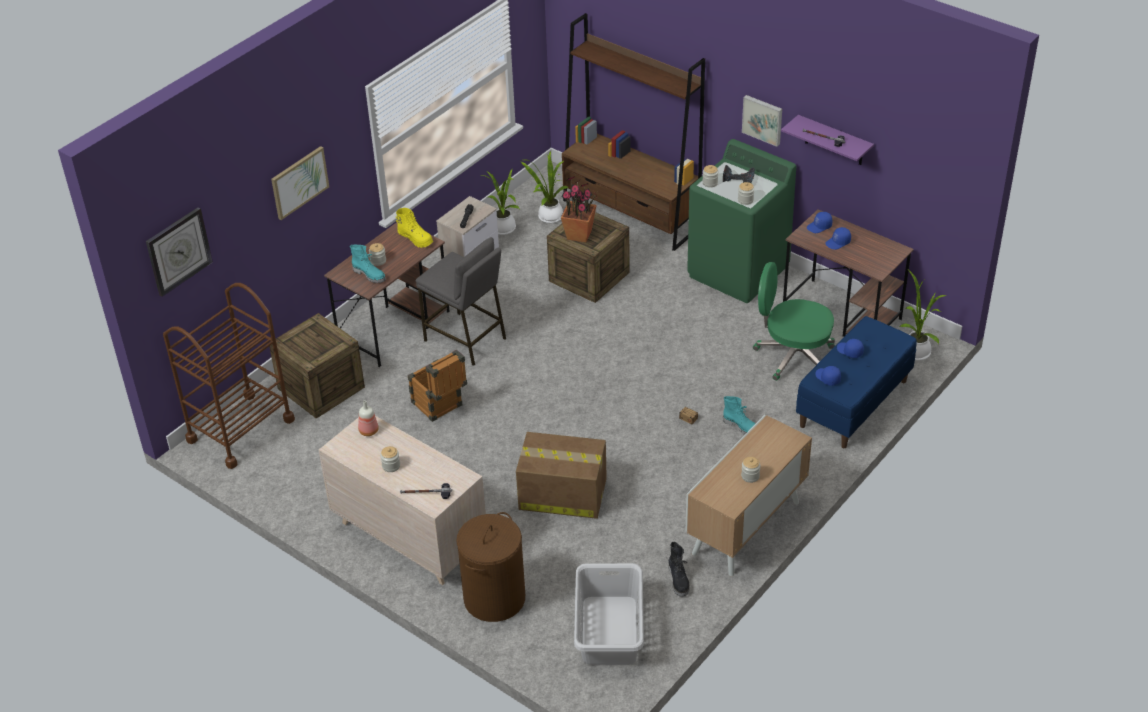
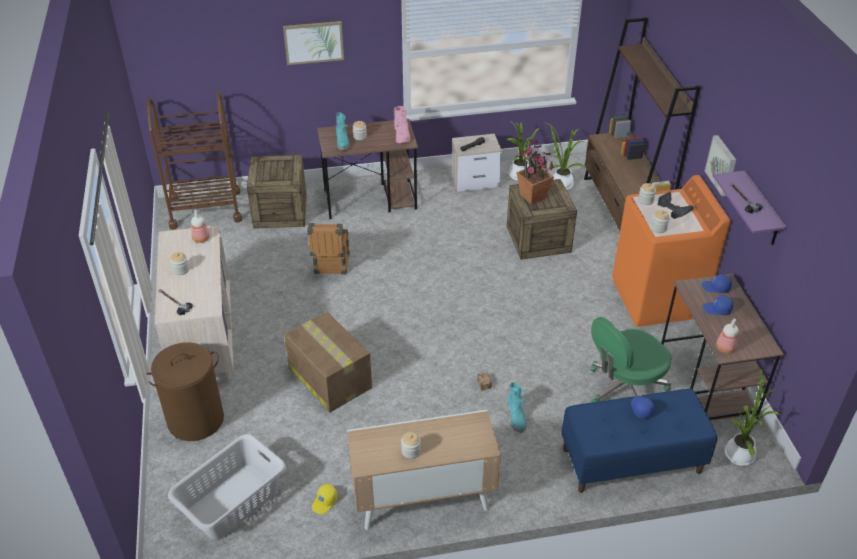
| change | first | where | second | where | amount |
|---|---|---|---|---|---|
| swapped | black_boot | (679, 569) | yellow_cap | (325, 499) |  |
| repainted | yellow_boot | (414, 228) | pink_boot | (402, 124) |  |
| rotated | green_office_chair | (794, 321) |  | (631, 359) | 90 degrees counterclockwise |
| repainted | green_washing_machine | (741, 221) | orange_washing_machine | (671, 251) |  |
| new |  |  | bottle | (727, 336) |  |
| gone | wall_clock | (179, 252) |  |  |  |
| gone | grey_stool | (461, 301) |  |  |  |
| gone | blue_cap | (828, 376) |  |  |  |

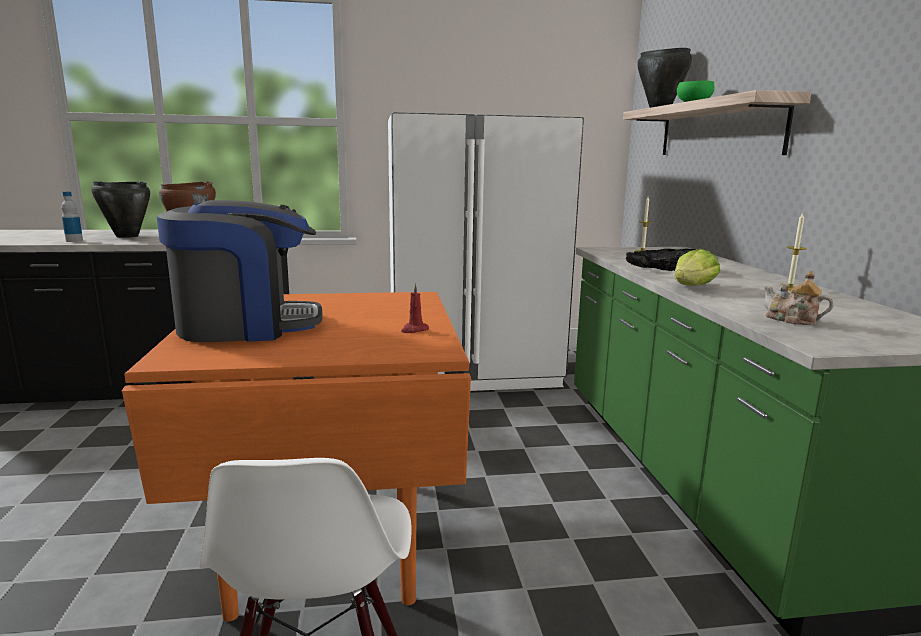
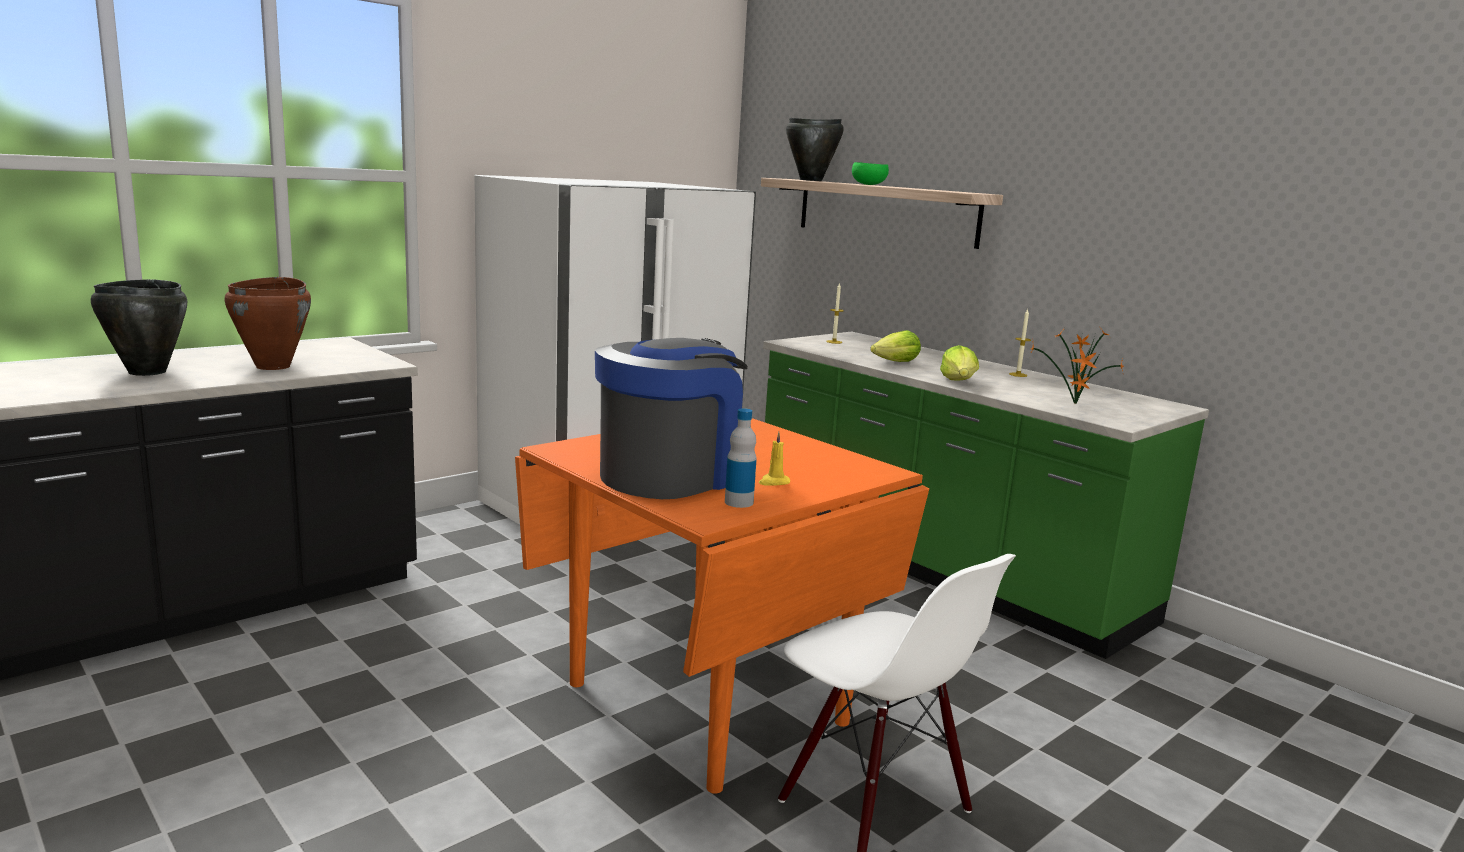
| change | first | where | second | where | amount |
|---|---|---|---|---|---|
| shifted | bottle | (72, 216) |  | (741, 458) |  |
| new |  |  | yellow_candle | (774, 459) |  |
| swapped | black_bowl | (661, 260) | lettuce | (895, 346) |  |
| swapped | teapot | (798, 298) | potted_plant | (1077, 365) |  |
| gone | red_candle | (415, 308) |  |  |  |

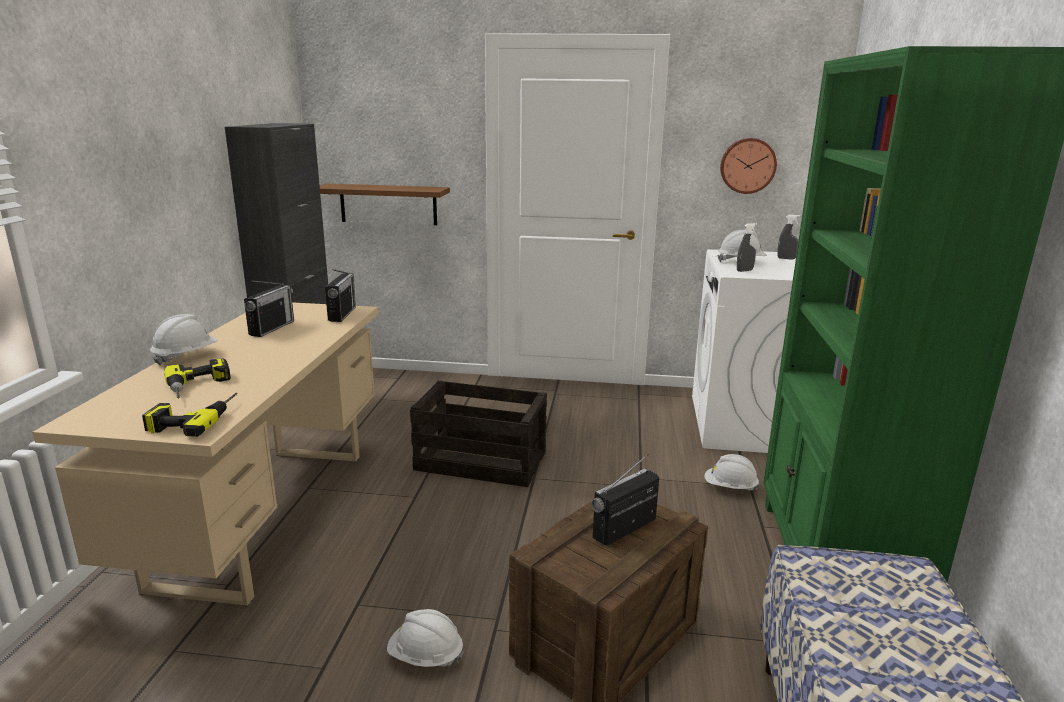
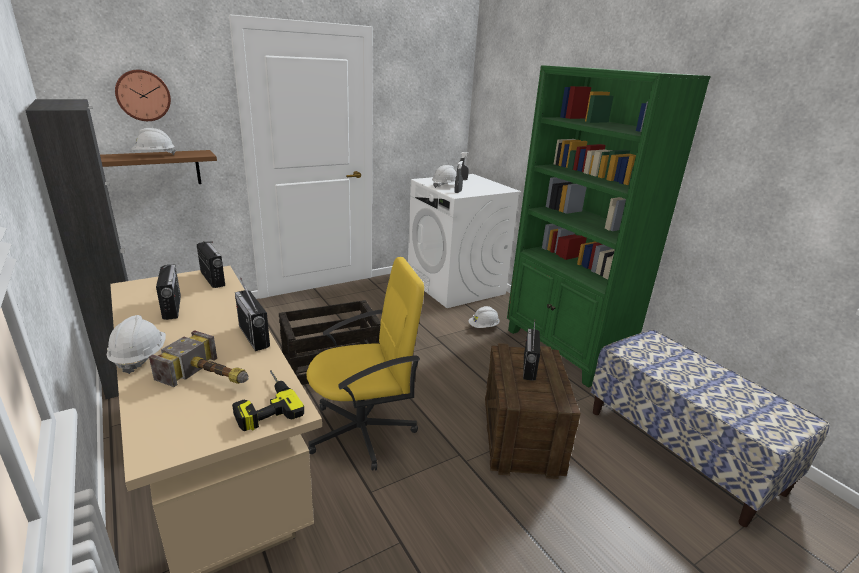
| change | first | where | second | where | amount |
|---|---|---|---|---|---|
| shifted | wall_clock | (748, 166) |  | (143, 95) |  |
| shifted | white_hard_hat | (425, 638) |  | (153, 141) |  |
| swapped | power_drill | (197, 378) | hammer | (199, 358) |  |
| new |  |  | radio | (252, 314) |  |
| new |  |  | yellow_office_chair | (365, 363) |  |

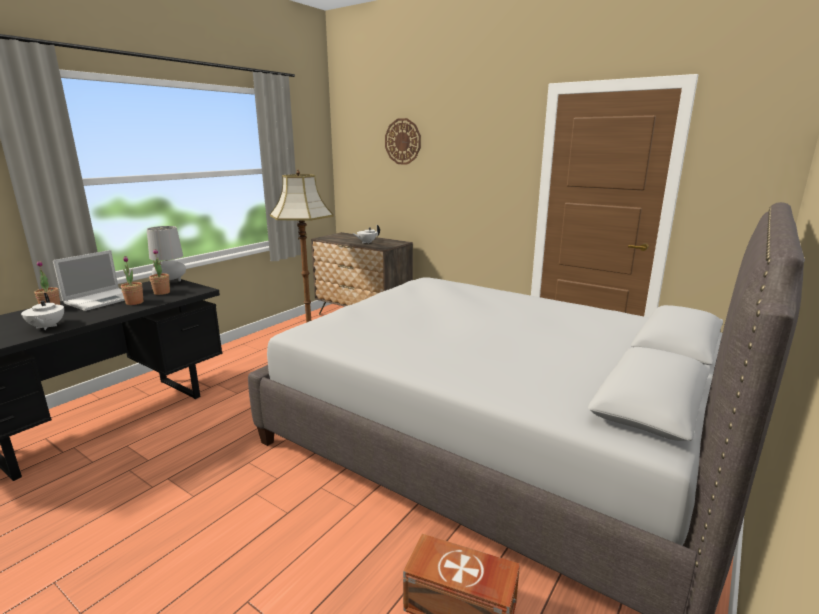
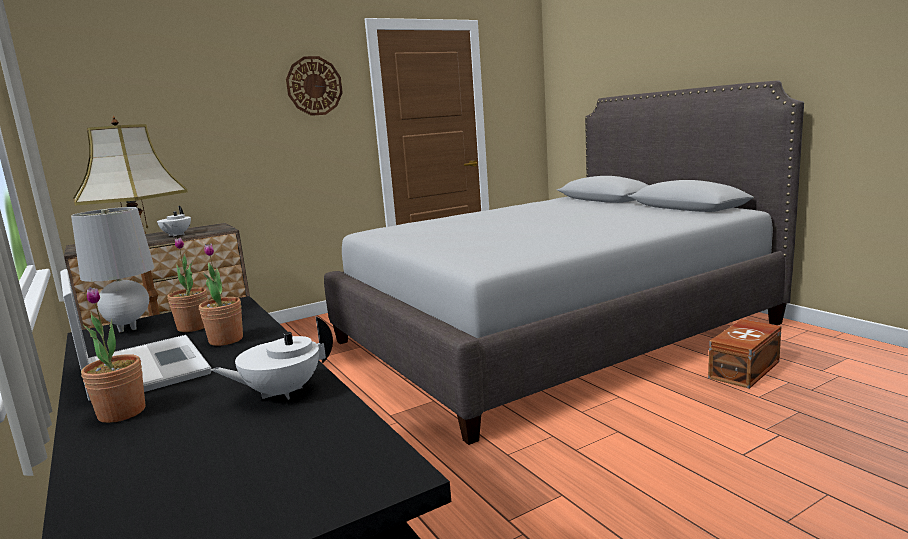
| change | first | where | second | where | amount |
|---|---|---|---|---|---|
| rotated | white_teapot | (42, 311) |  | (272, 358) | 150 degrees clockwise |
| shifted | wall_clock | (403, 141) |  | (314, 86) |  |

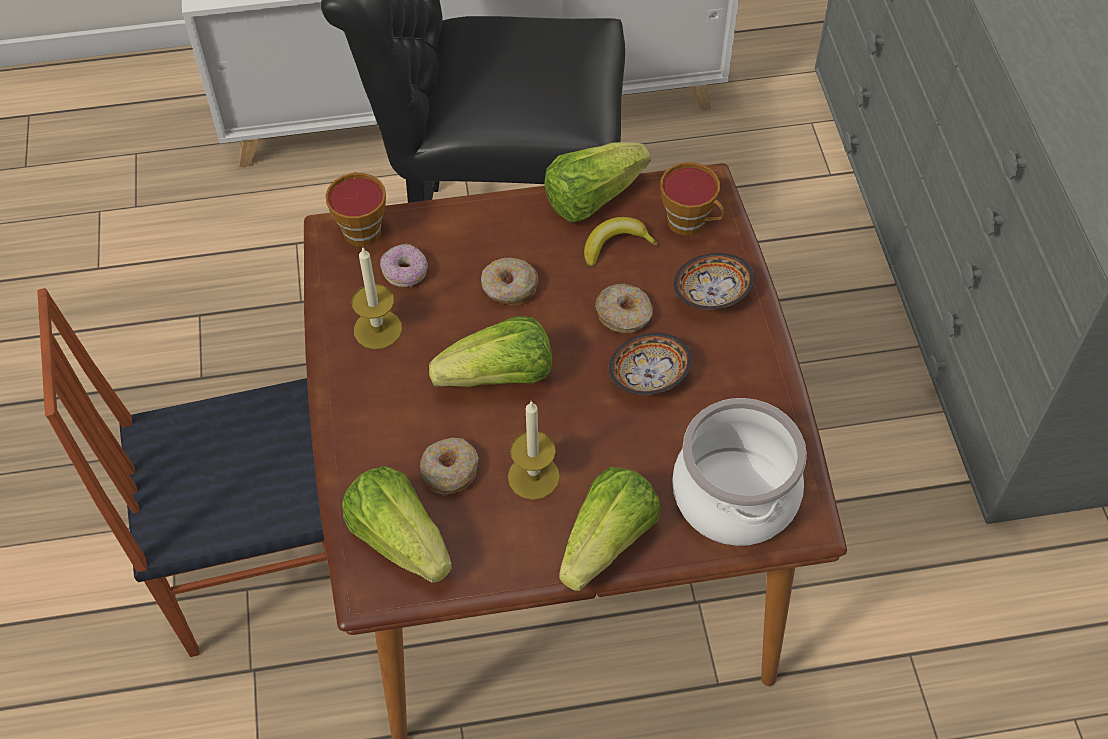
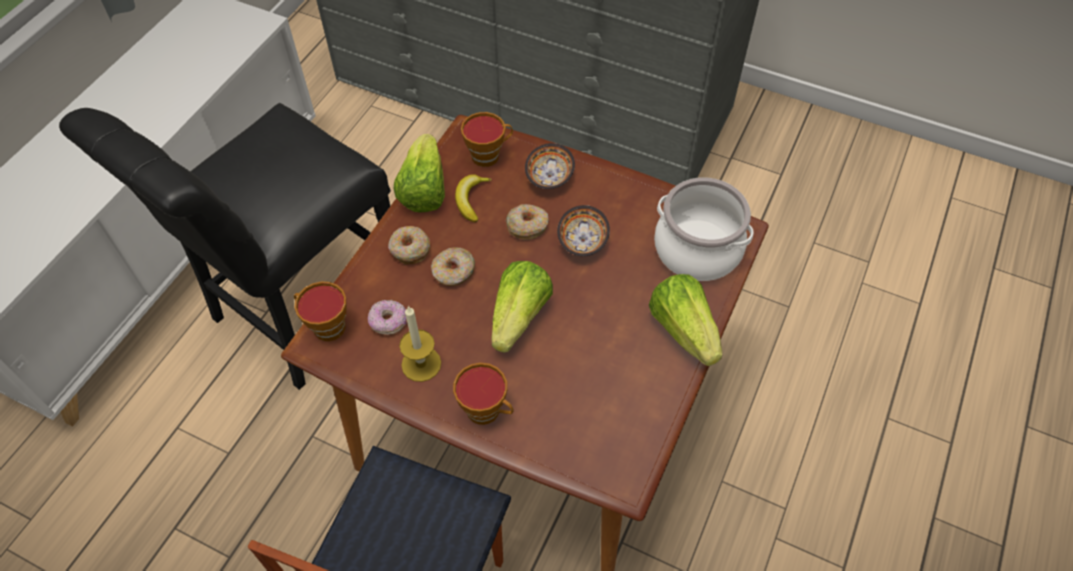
| change | first | where | second | where | amount |
|---|---|---|---|---|---|
| shifted | donut | (449, 466) |  | (409, 245) |  |
| new |  |  | cup | (483, 394) |  |
| gone | lettuce | (397, 524) |  |  |  |
| gone | candle | (534, 450) |  |  |  |

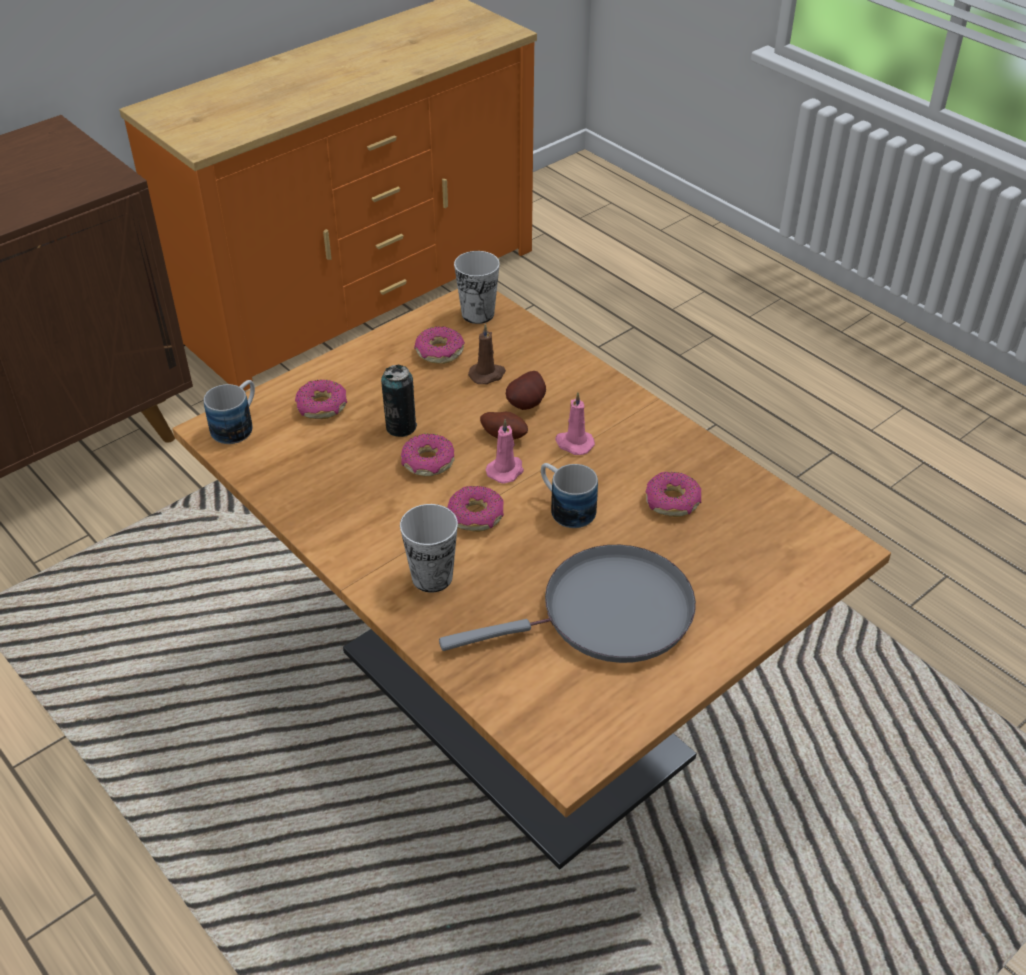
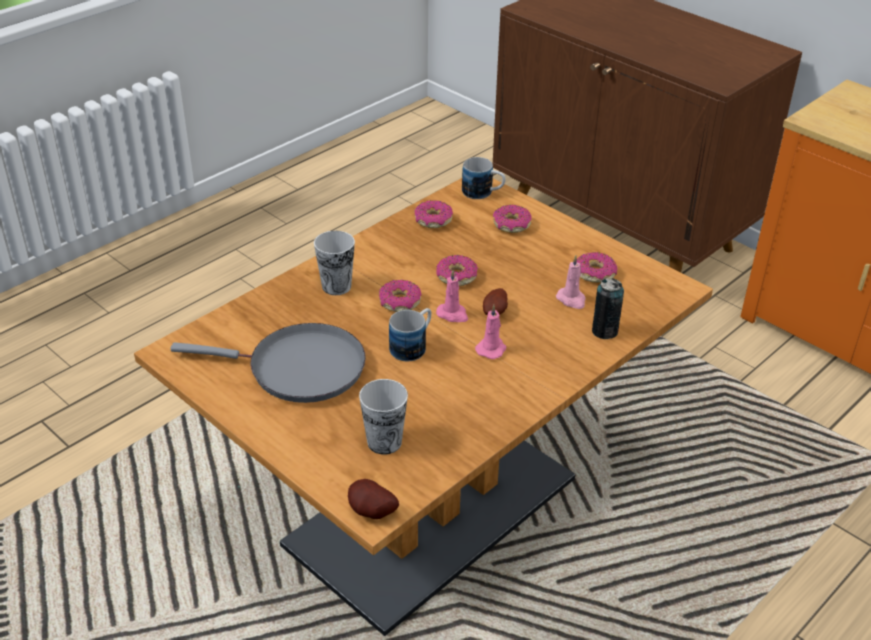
| change | first | where | second | where | amount |
|---|---|---|---|---|---|
| rotated | grey_frying_pan | (567, 604) |  | (268, 363) | 60 degrees counterclockwise |
| shifted | potato | (526, 390) |  | (373, 499) |  |
| shifted | cup | (477, 287) |  | (383, 417) |  |
| shifted | donut | (673, 494) |  | (434, 214) |  |
| repainted | brown_candle | (487, 354) | pink_candle | (571, 282) |  |
| shifted | can | (399, 401) |  | (608, 308) |  |

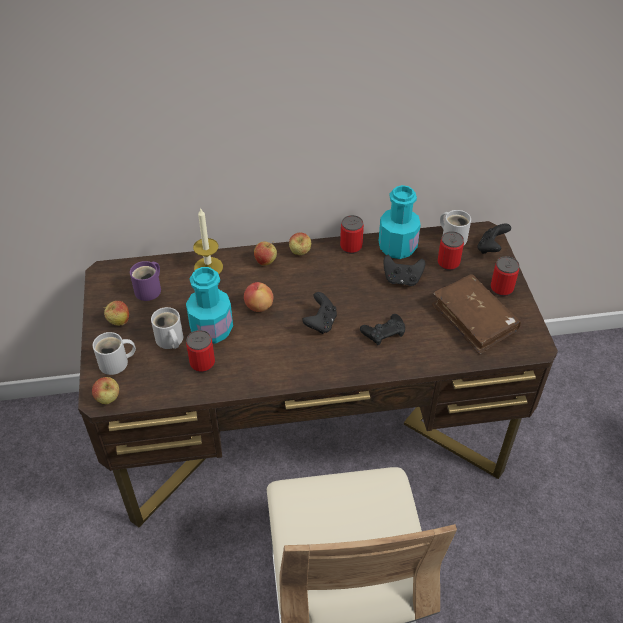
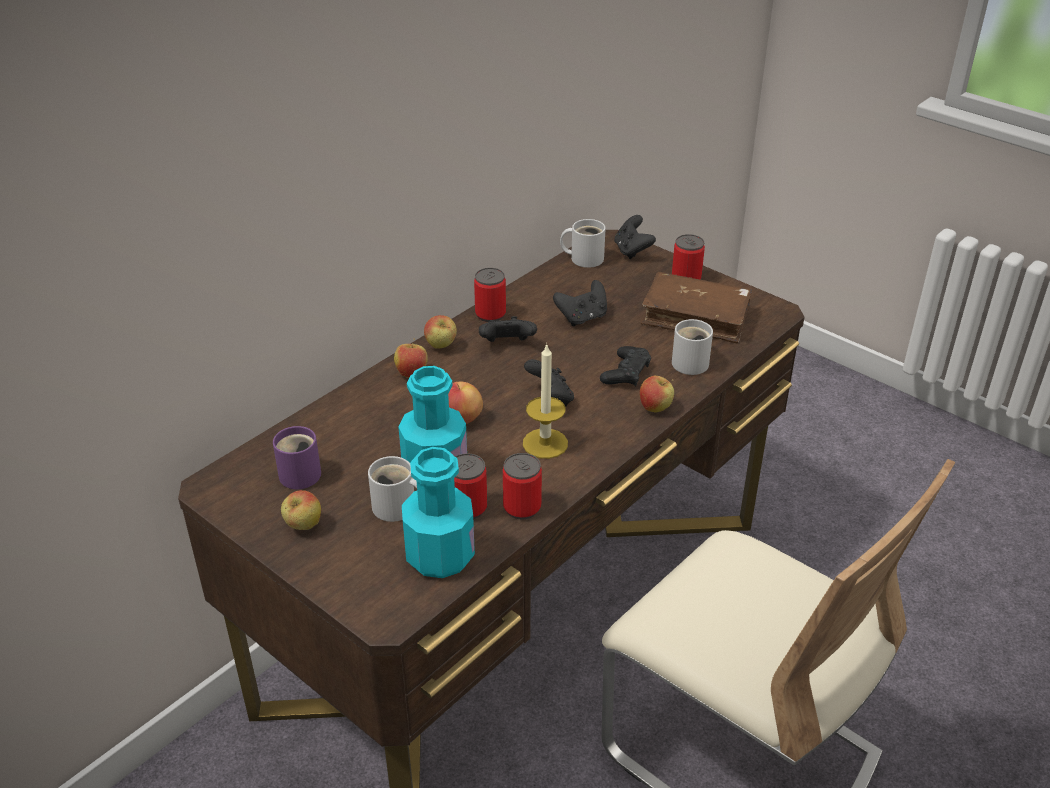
| change | first | where | second | where | amount |
|---|---|---|---|---|---|
| shifted | turquoise_bottle | (400, 222) |  | (438, 512) |  |
| new |  |  | black_game_controller | (508, 329) |  |
| shifted | can | (451, 251) |  | (522, 486) |  |
| shifted | candle | (208, 241) |  | (545, 401) |  |
| shifted | apple | (105, 390) |  | (657, 394) |  |
| shifted | white_mug | (114, 353) |  | (692, 347) |  |

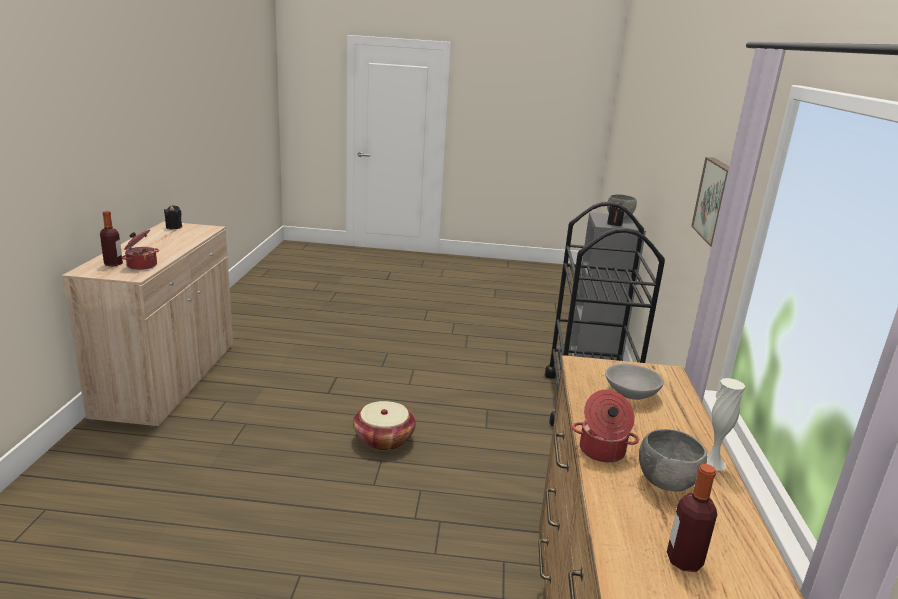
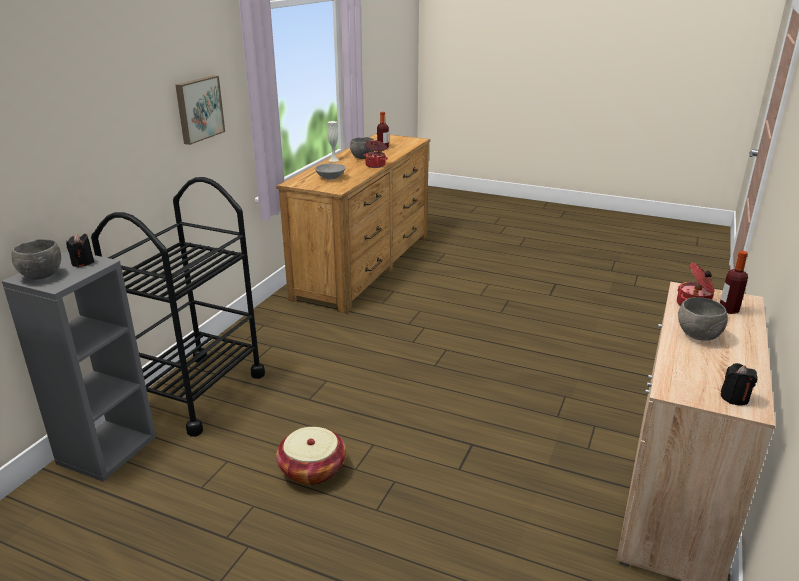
| change | first | where | second | where | amount |
|---|---|---|---|---|---|
| shifted | basket | (384, 426) |  | (311, 456) |  |
| new |  |  | grey_bowl | (703, 319) |  |

